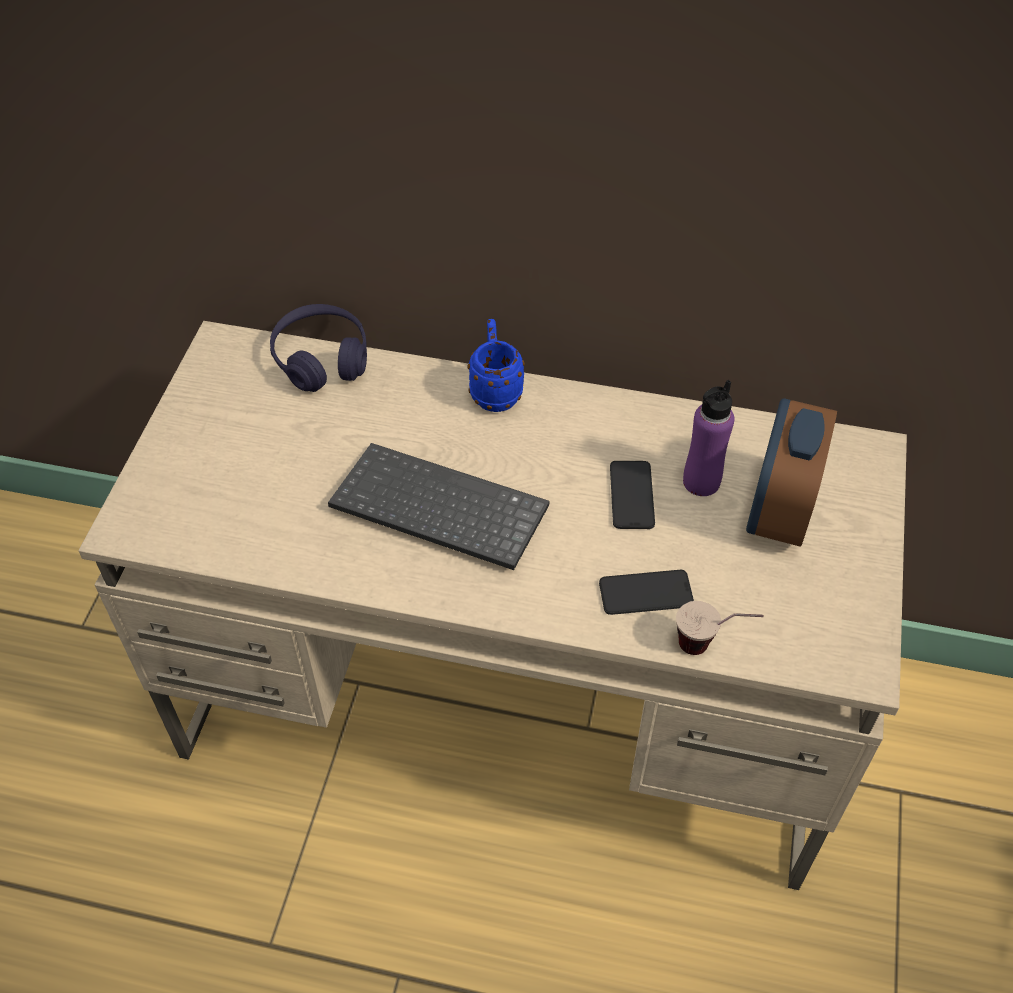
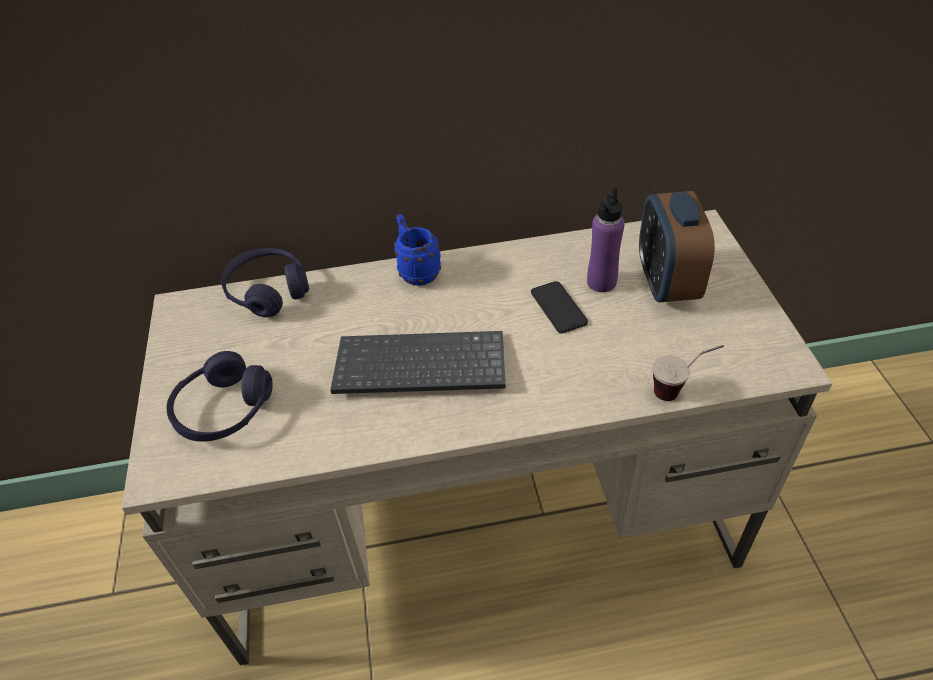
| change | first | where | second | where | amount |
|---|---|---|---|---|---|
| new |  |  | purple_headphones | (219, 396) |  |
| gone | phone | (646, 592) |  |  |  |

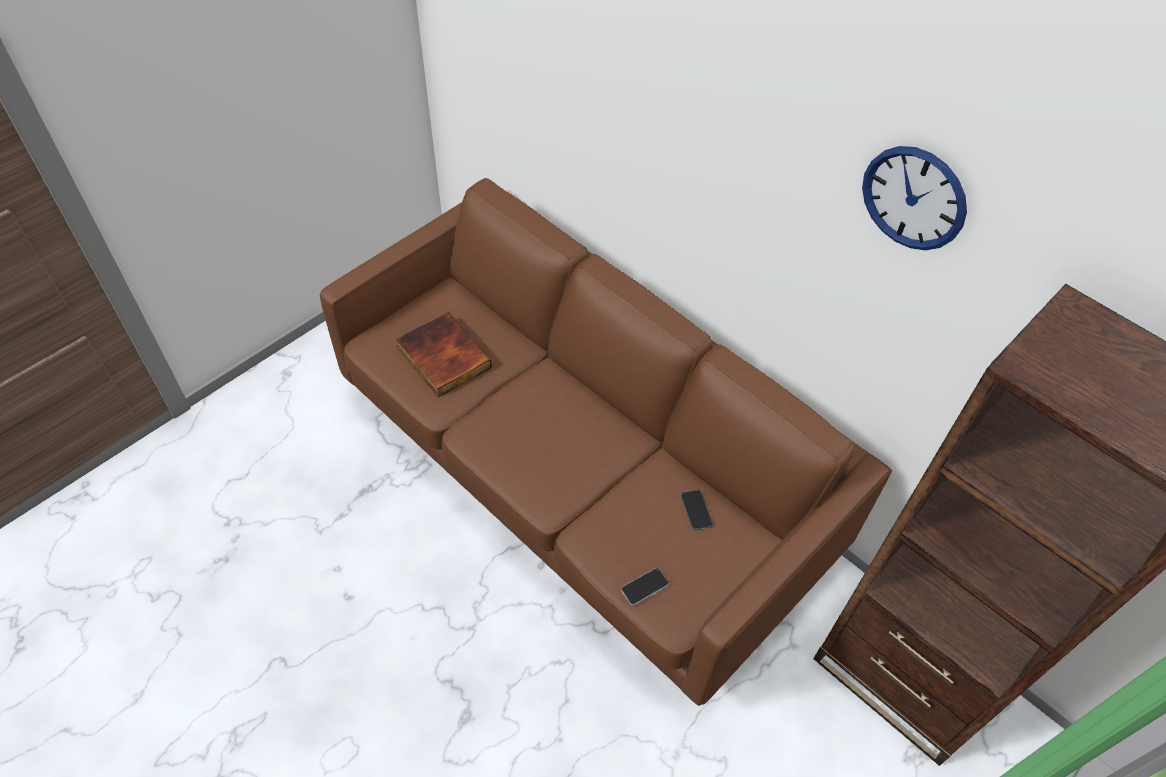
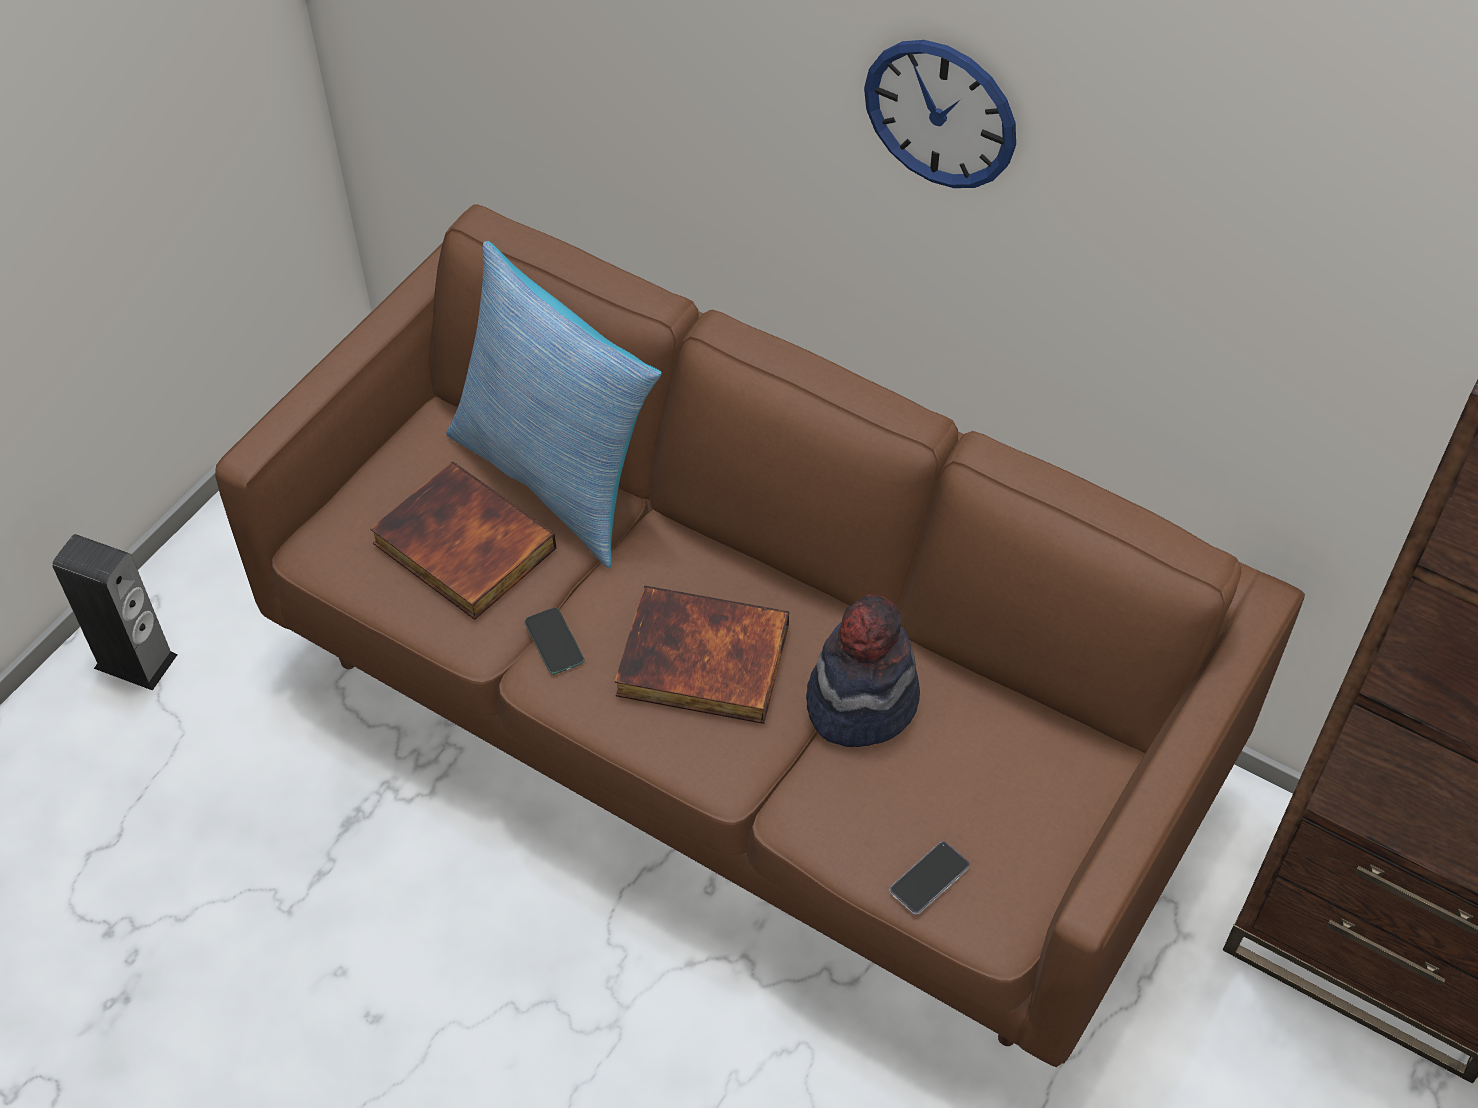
| change | first | where | second | where | amount |
|---|---|---|---|---|---|
| new |  |  | speaker | (114, 612) |  |
| new |  |  | pillow | (554, 404) |  |
| shifted | phone | (697, 510) |  | (554, 641) |  |
| new |  |  | book | (702, 654) |  |
| new |  |  | hat | (863, 670) |  |
| shifted | wall_clock | (914, 198) |  | (940, 114) |  |

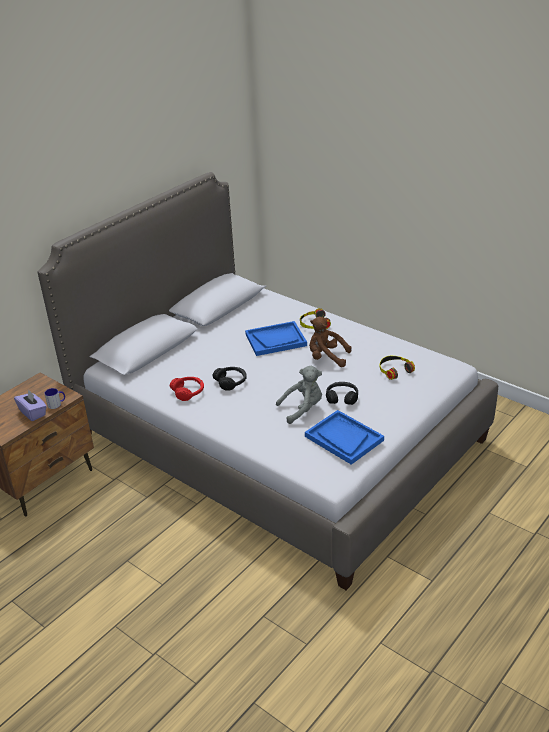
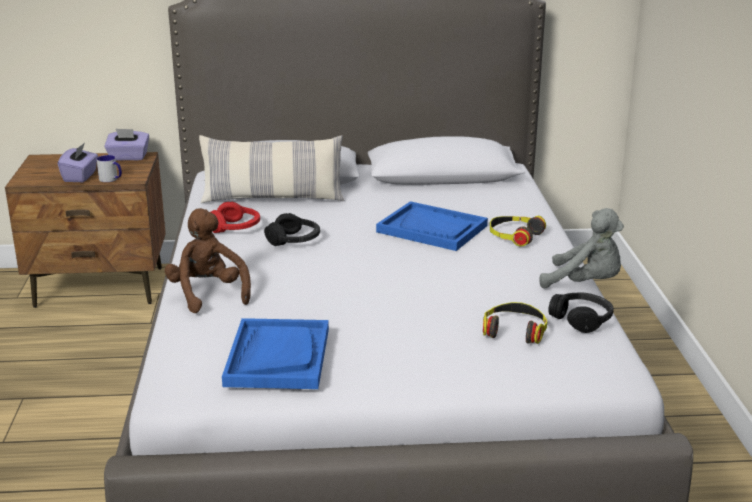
| change | first | where | second | where | amount |
|---|---|---|---|---|---|
| new |  |  | purple_tissue_box | (126, 145) |  |
| shifted | brown_plush_toy | (330, 342) |  | (208, 260) |  |
| new |  |  | pillow | (271, 169) |  |
| shifted | grey_plush_toy | (299, 395) |  | (581, 248) |  |
| shifted | black_headphones | (342, 393) |  | (581, 312) |  |

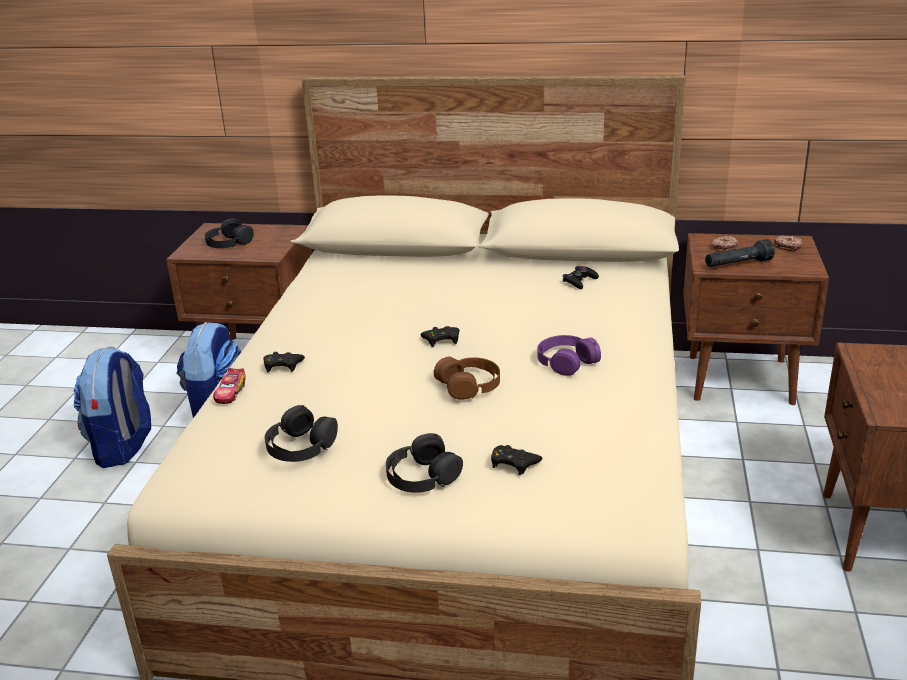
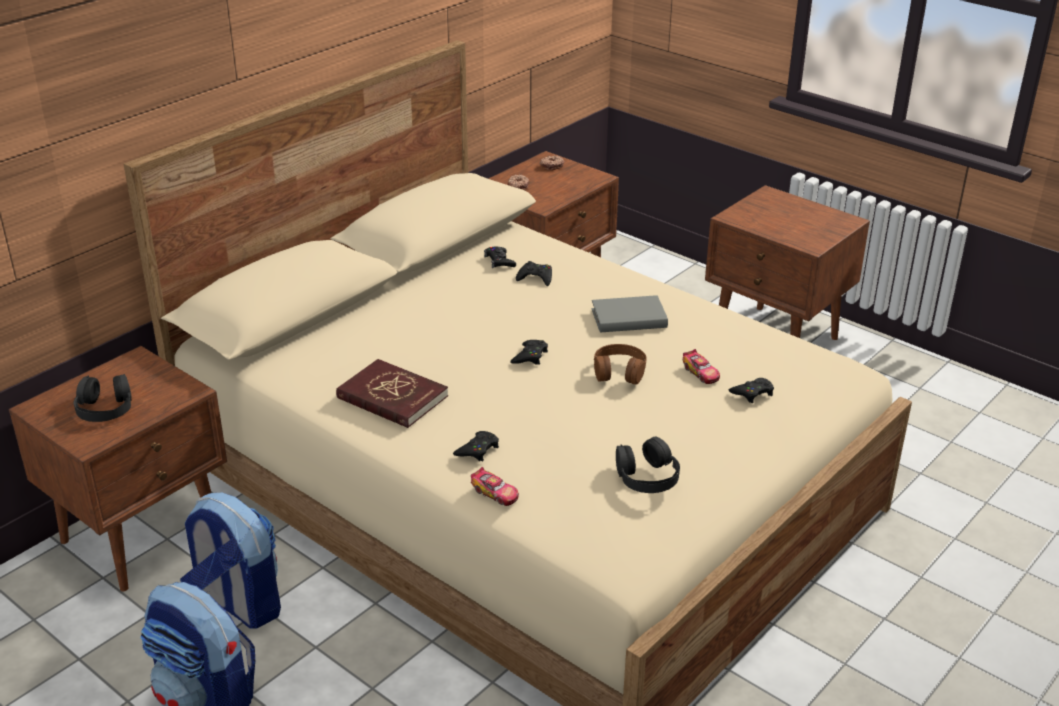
| change | first | where | second | where | amount |
|---|---|---|---|---|---|
| new |  |  | red_book | (392, 393) |  |
| new |  |  | black_game_controller | (534, 273) |  |
| swapped | purple_headphones | (569, 355) | grey_book | (630, 313) |  |
| new |  |  | toy_car | (701, 366) |  |
| gone | black_headphones | (424, 463) |  |  |  |
| gone | black_flashlight | (740, 253) |  |  |  |

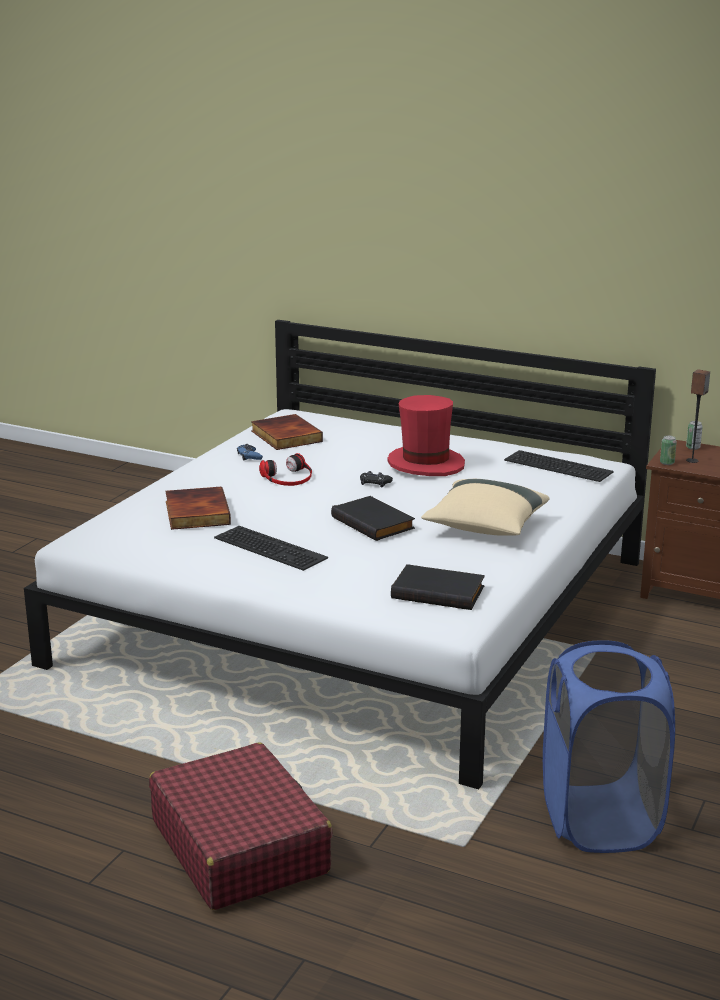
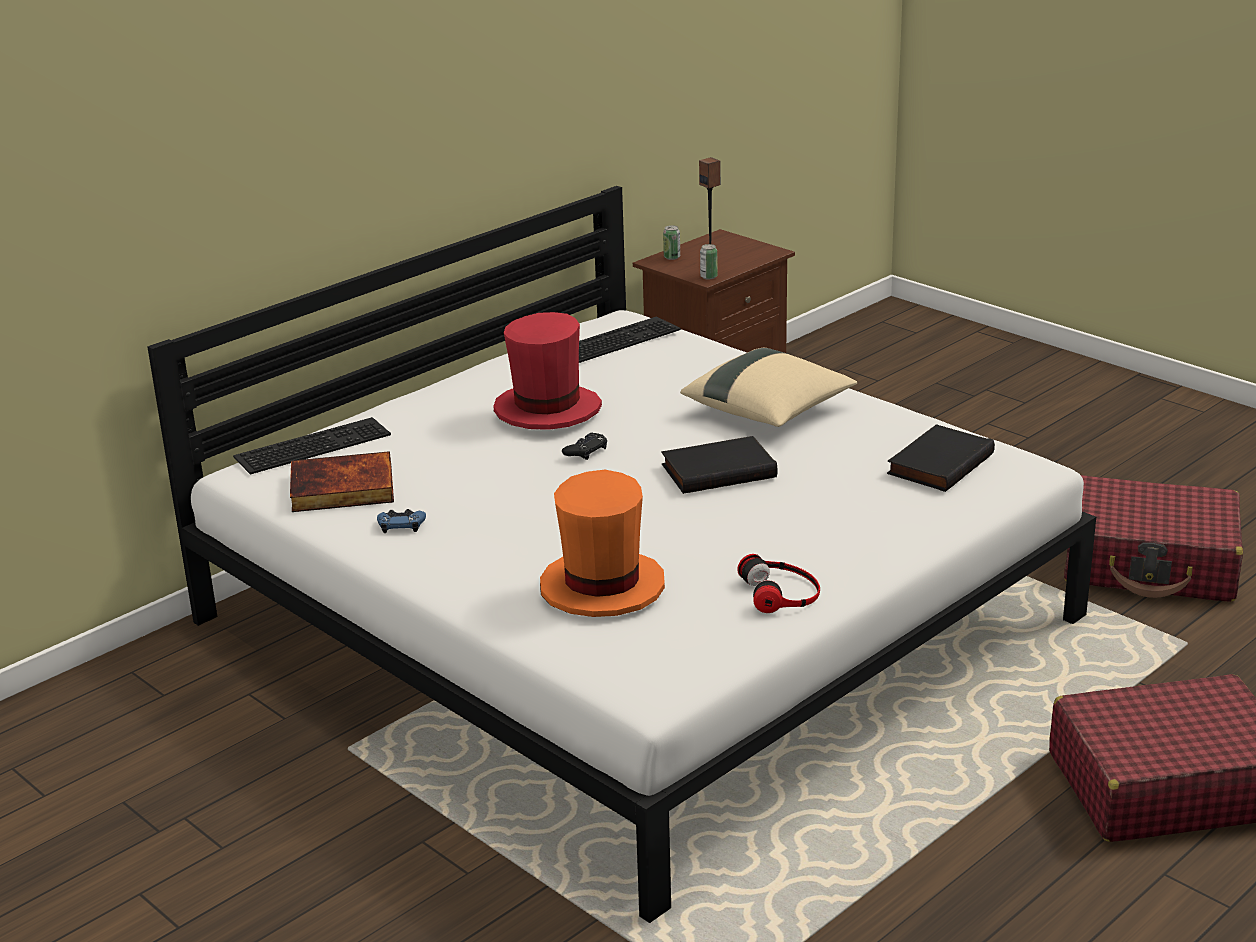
| change | first | where | second | where | amount |
|---|---|---|---|---|---|
| shifted | keyboard | (271, 548) |  | (312, 446) |  |
| swapped | book | (198, 508) | orange_hat | (602, 543) |  |
| shifted | headphones | (285, 469) |  | (778, 583) |  |
| swapped | blue_laundry_basket | (609, 746) | red_suitcase | (1153, 538) |  |

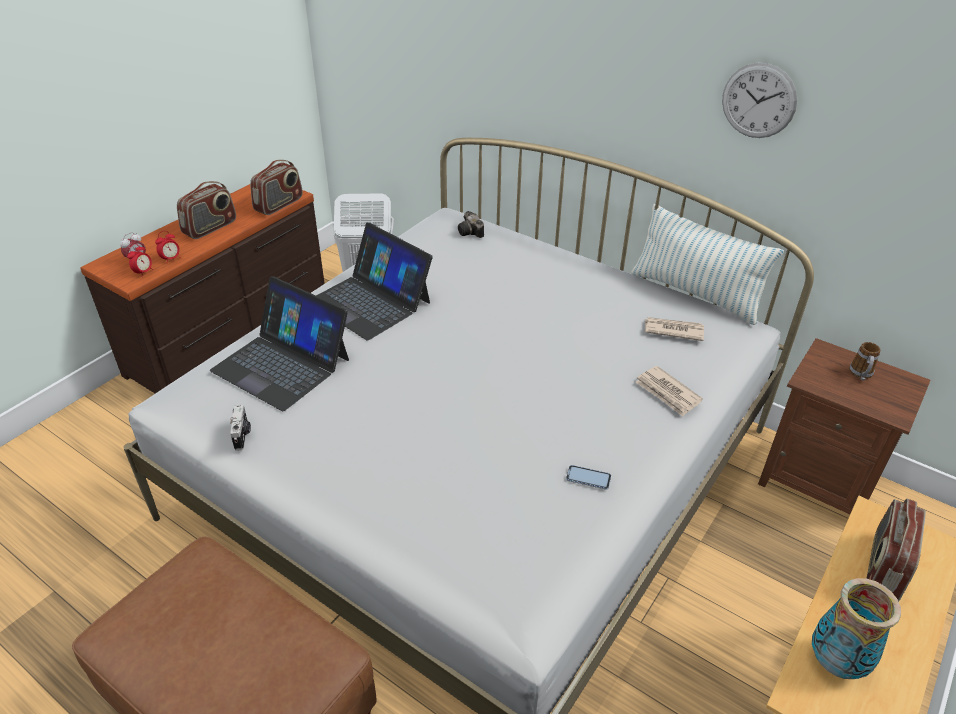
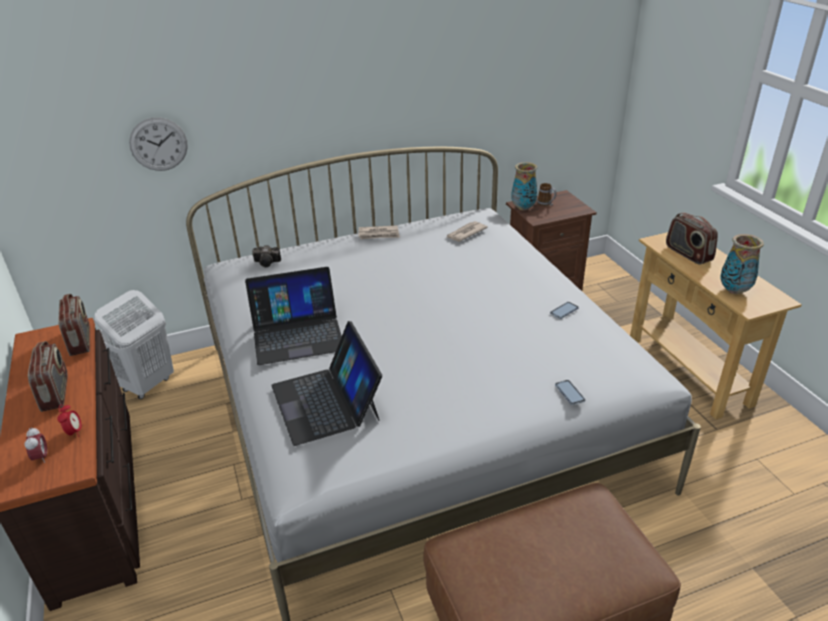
| change | first | where | second | where | amount |
|---|---|---|---|---|---|
| shifted | wall_clock | (759, 100) |  | (158, 144) |  |
| rotated | laptop | (279, 343) |  | (326, 383) | 90 degrees clockwise |
| shifted | newspaper | (669, 391) |  | (379, 232) |  |
| new |  |  | vase | (524, 186) |  |
| new |  |  | phone | (570, 392) |  |
| gone | alarm_clock | (140, 259) |  |  |  |
| gone | photo_camera | (240, 427) |  |  |  |
| gone | pillow | (707, 264) |  |  |  |

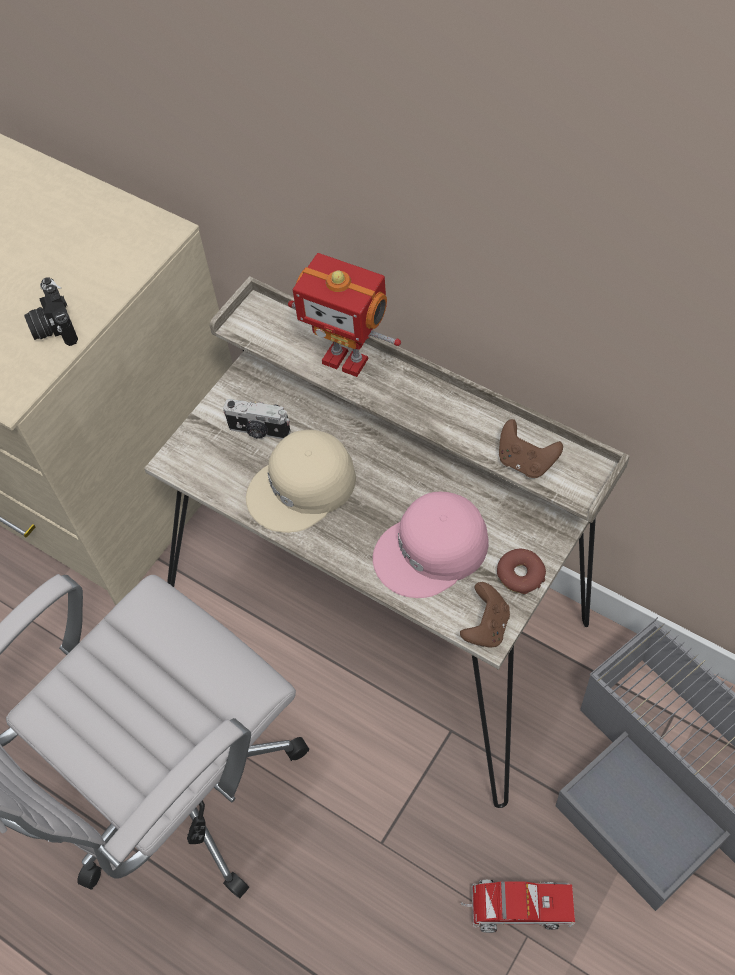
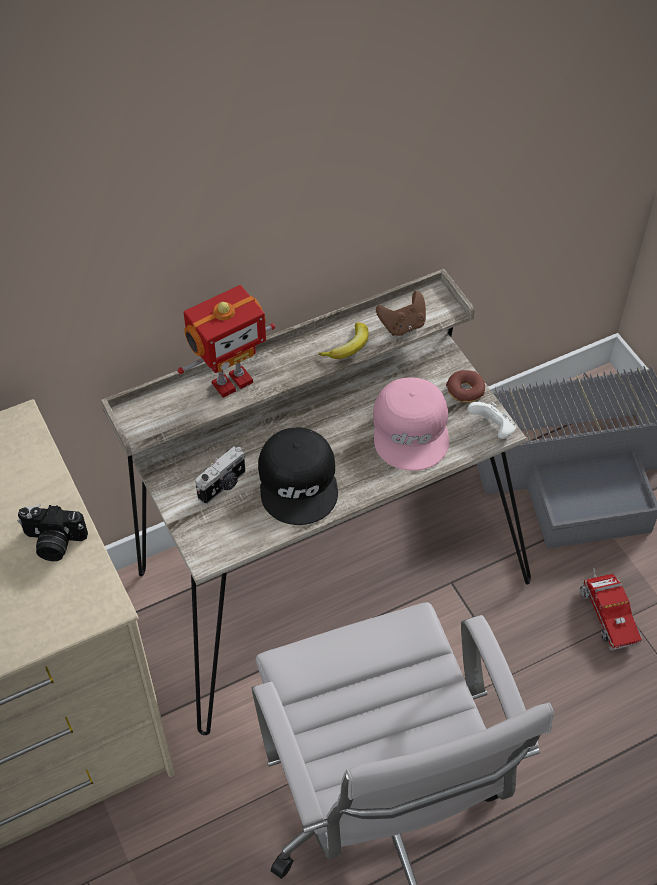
| change | first | where | second | where | amount |
|---|---|---|---|---|---|
| repainted | beige_cap | (301, 481) | black_cap | (298, 476) |  |
| new |  |  | banana | (343, 341) |  |
| repainted | brown_game_controller | (485, 615) | white_game_controller | (491, 420) |  |
| rotated | toy_truck | (518, 906) |  | (611, 609) | 135 degrees clockwise |

